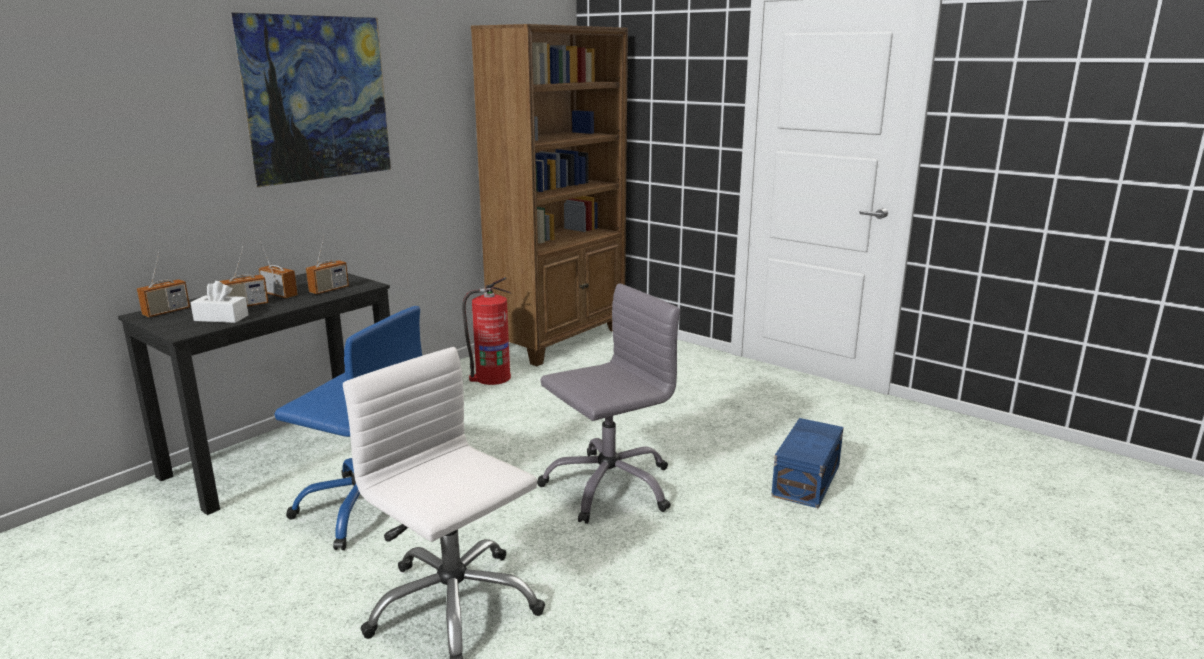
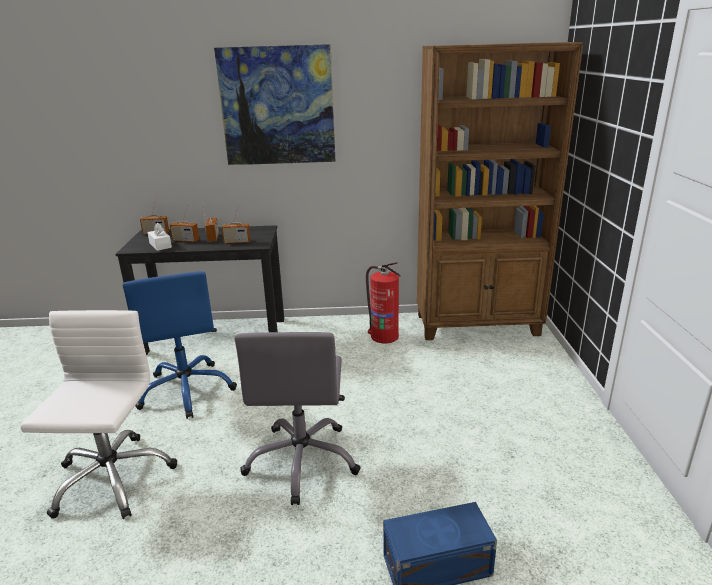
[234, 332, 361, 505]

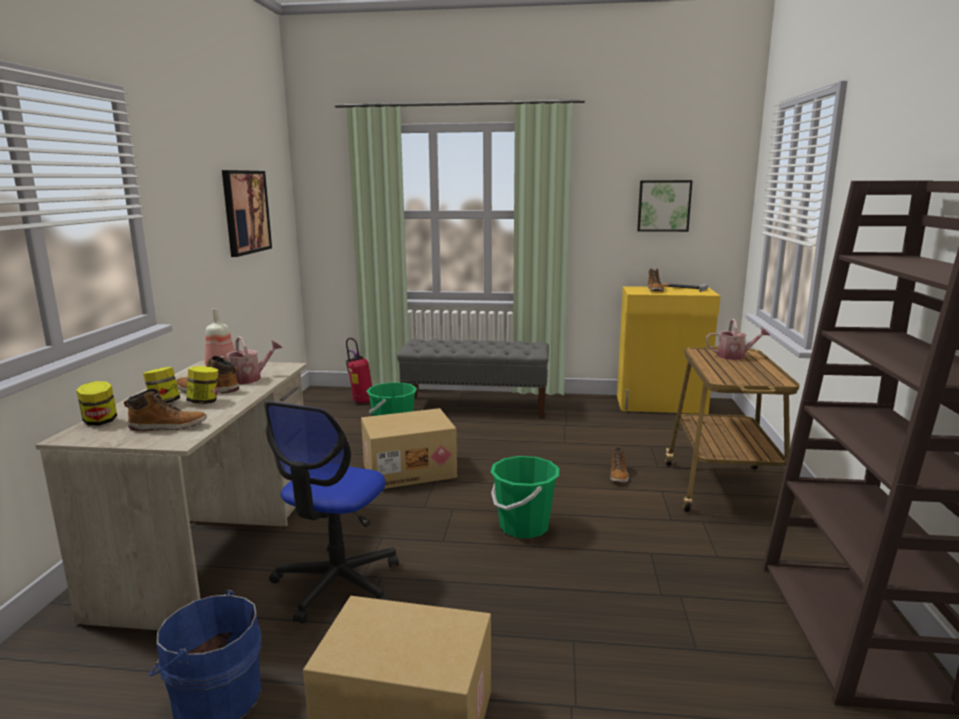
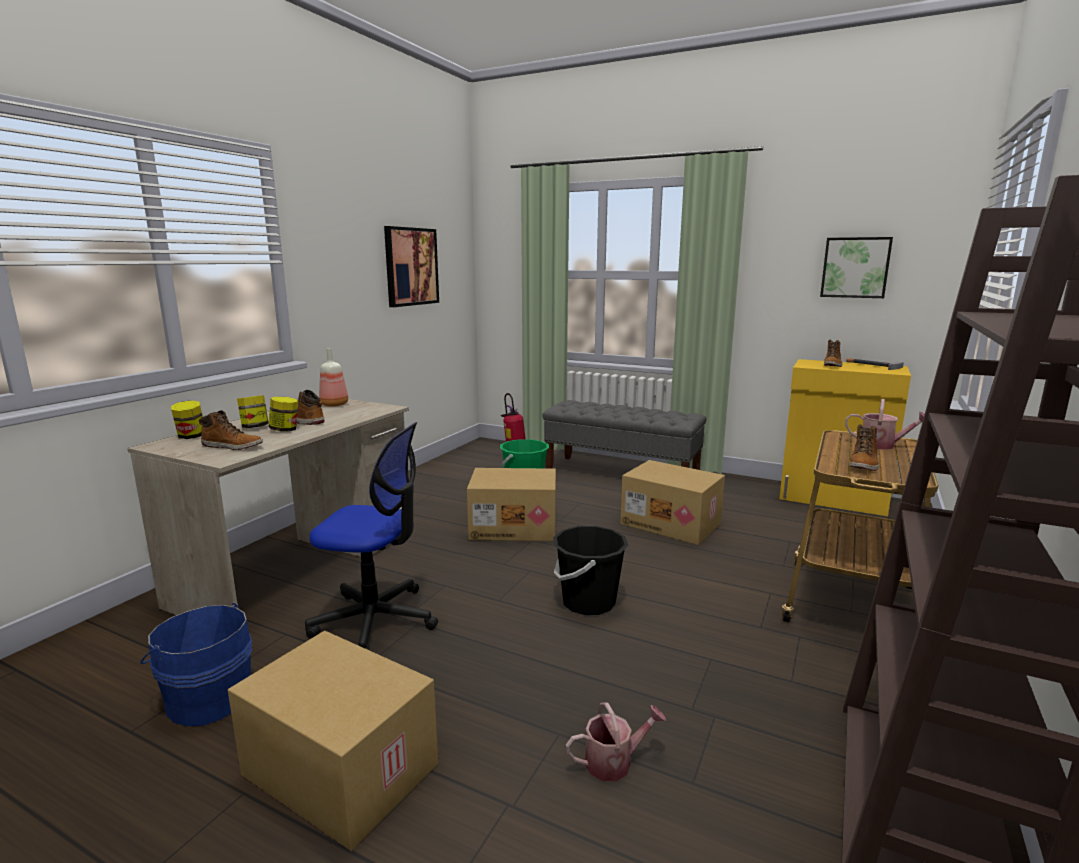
[620, 460, 725, 545]
[566, 702, 666, 781]
[849, 424, 879, 471]
[553, 526, 628, 615]
[305, 422, 438, 650]

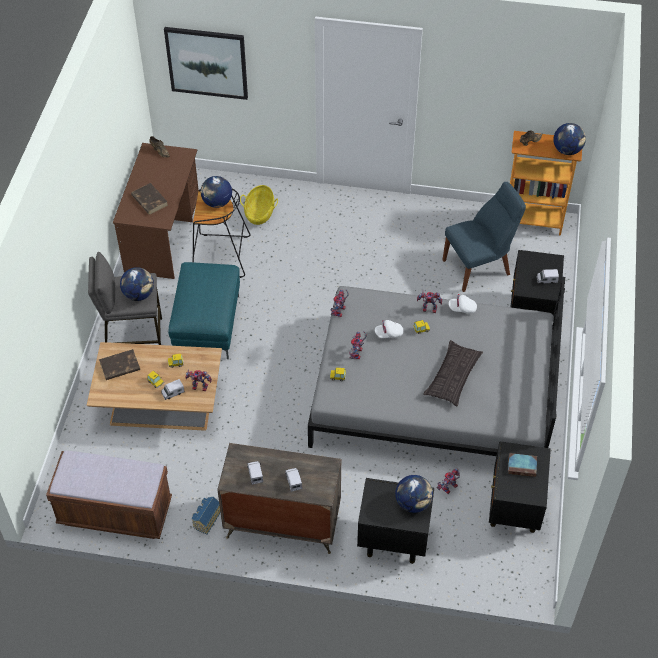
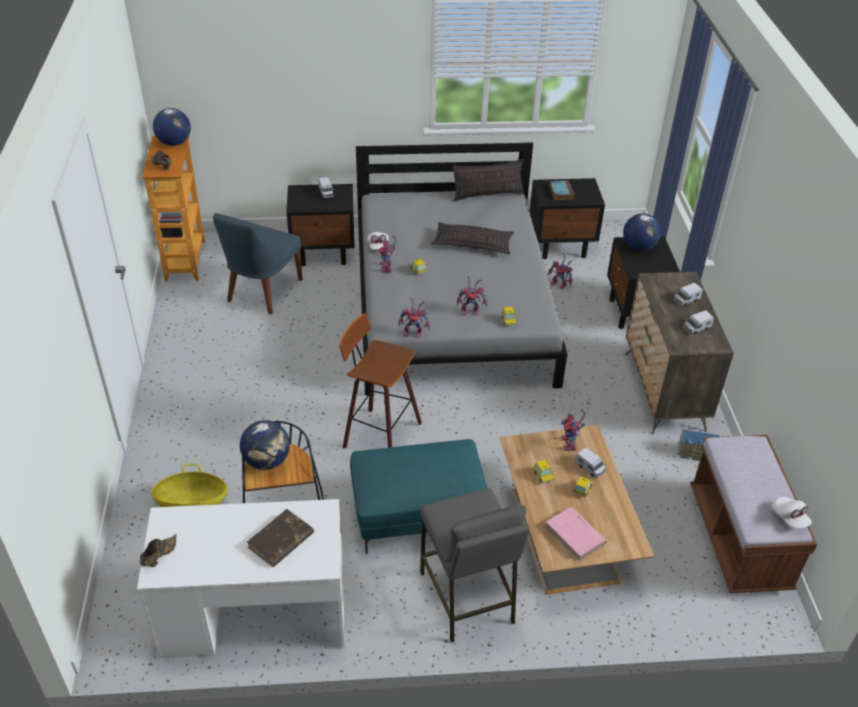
[120, 267, 154, 301] (first image)
[164, 27, 248, 100] (first image)
[339, 313, 422, 448]
[452, 159, 525, 201]
[772, 497, 812, 528]
[545, 507, 607, 561]
[137, 499, 345, 658]
[213, 213, 303, 314]

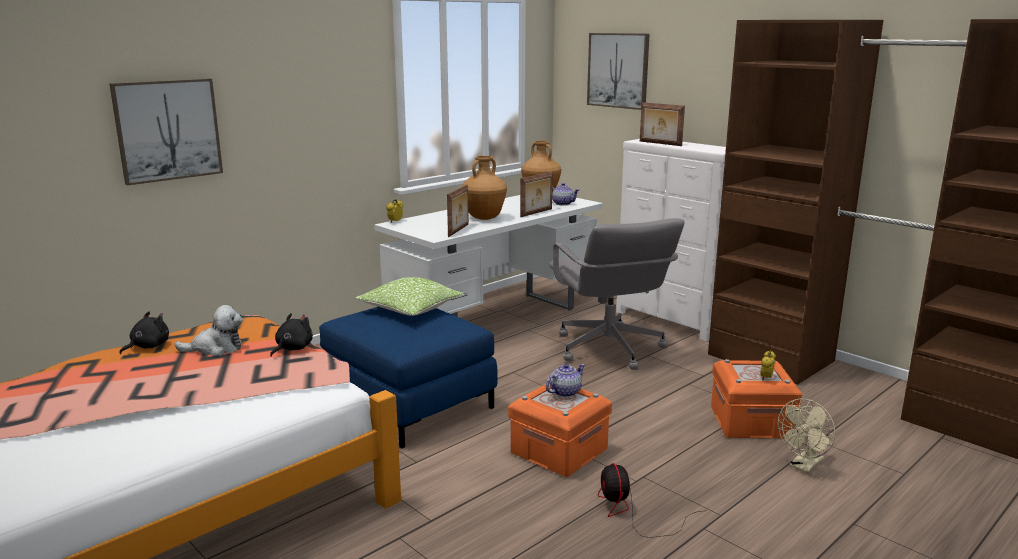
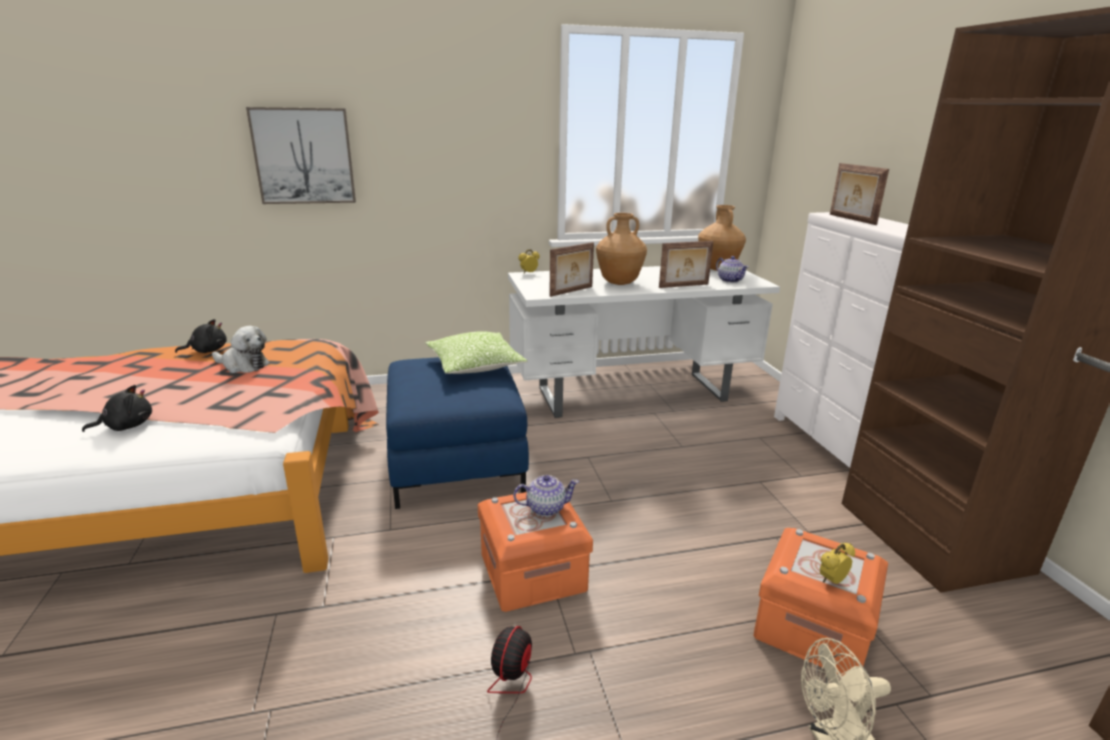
[549, 218, 684, 370] (first image)
[587, 33, 650, 110] (first image)
[82, 385, 152, 432]

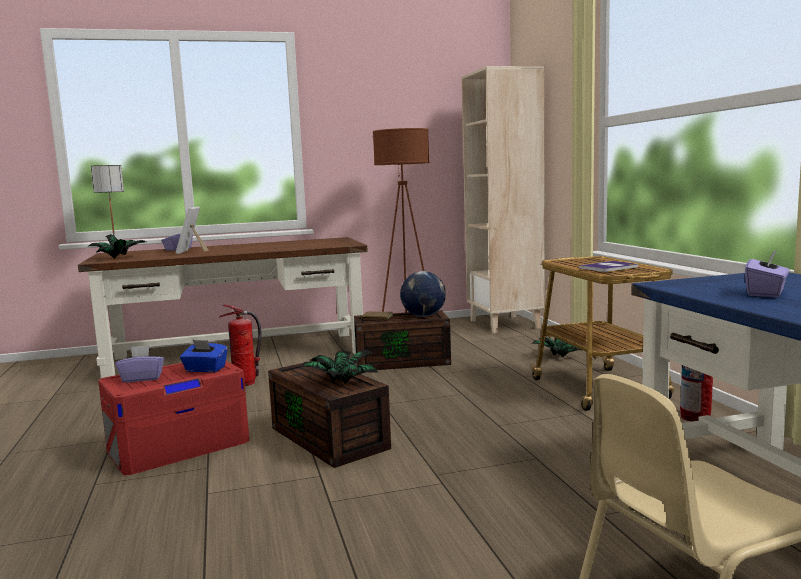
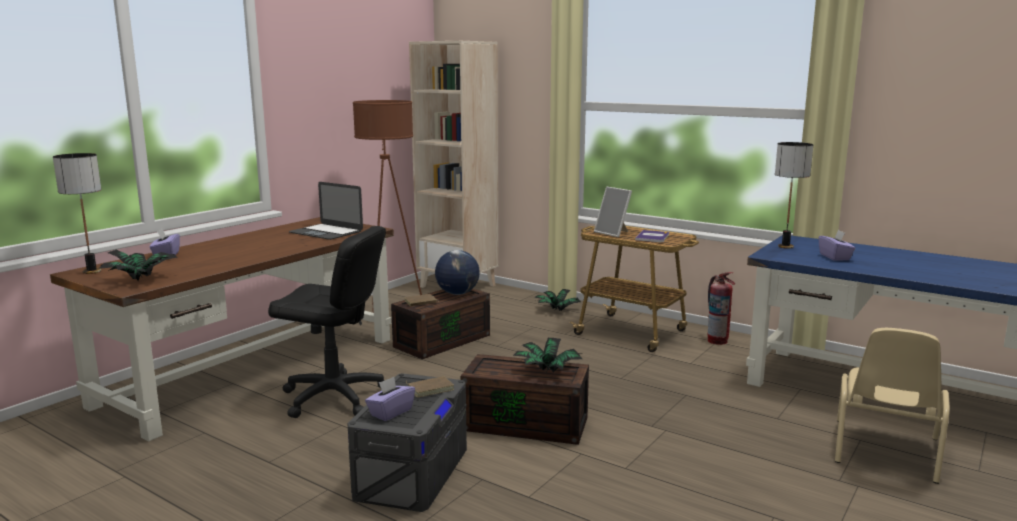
[289, 182, 363, 240]
[775, 142, 813, 249]
[594, 187, 632, 237]
[406, 376, 454, 398]
[268, 226, 386, 418]
[347, 373, 467, 512]

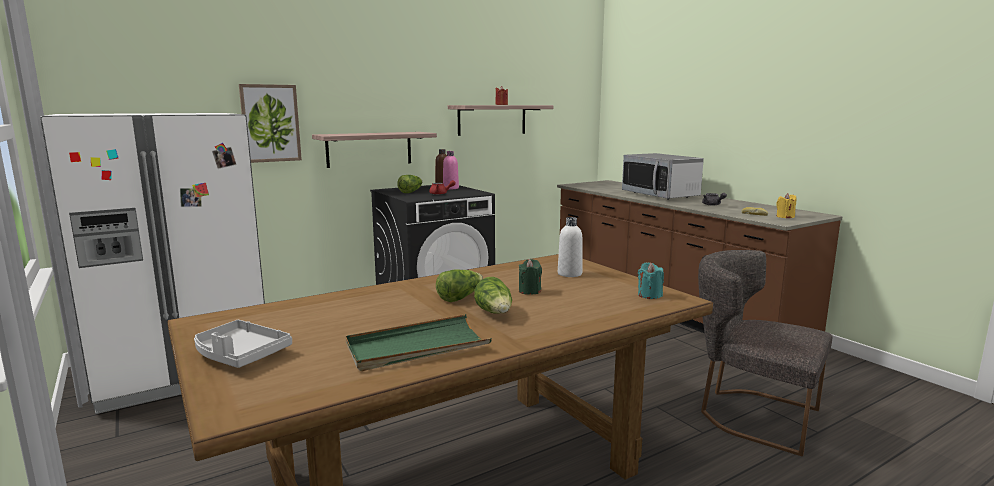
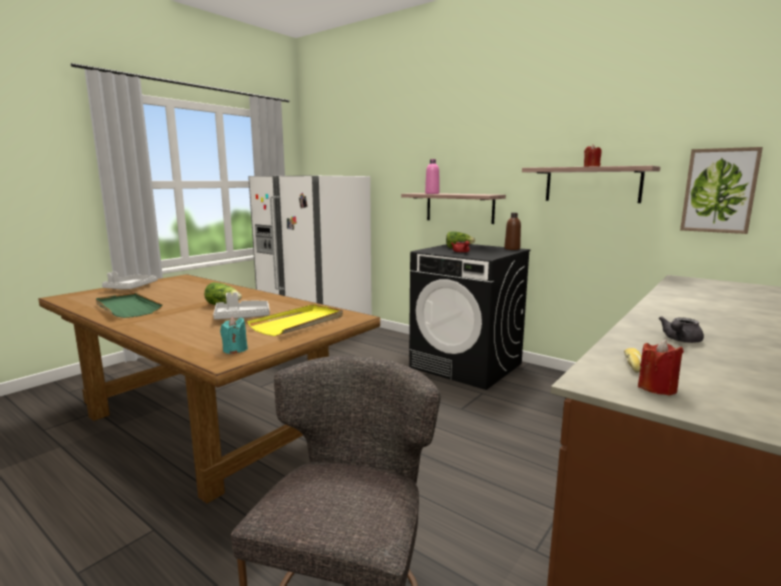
[474, 277, 512, 314] (first image)
[622, 153, 704, 199] (first image)
[680, 147, 763, 234]
[425, 159, 440, 194]
[213, 292, 270, 320]
[247, 304, 343, 336]
[638, 339, 684, 396]

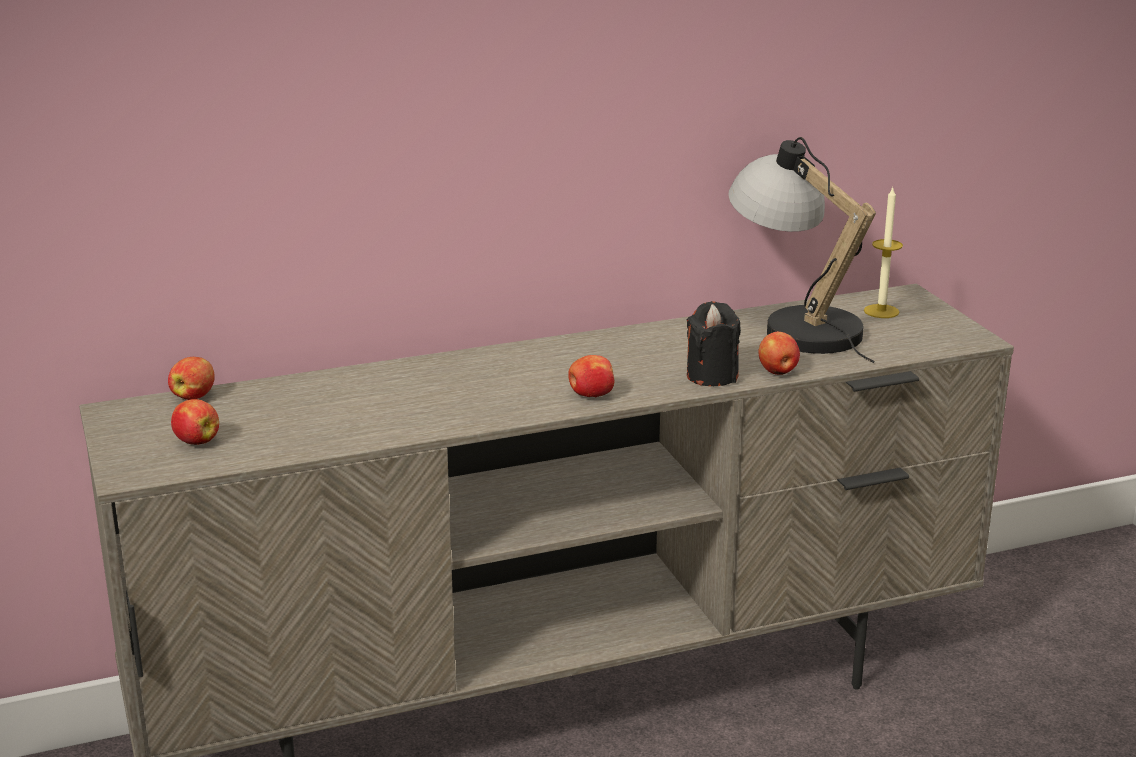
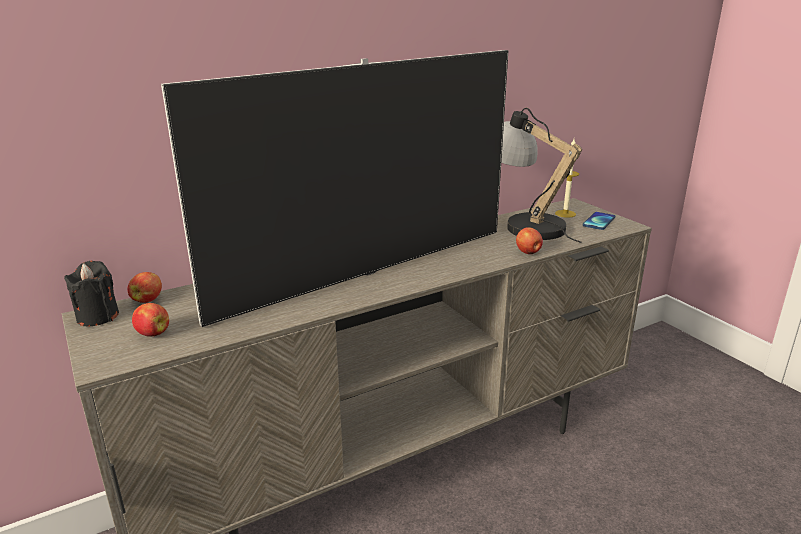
[568, 355, 614, 397] (first image)
[161, 50, 508, 327]
[583, 212, 615, 230]
[64, 261, 119, 326]

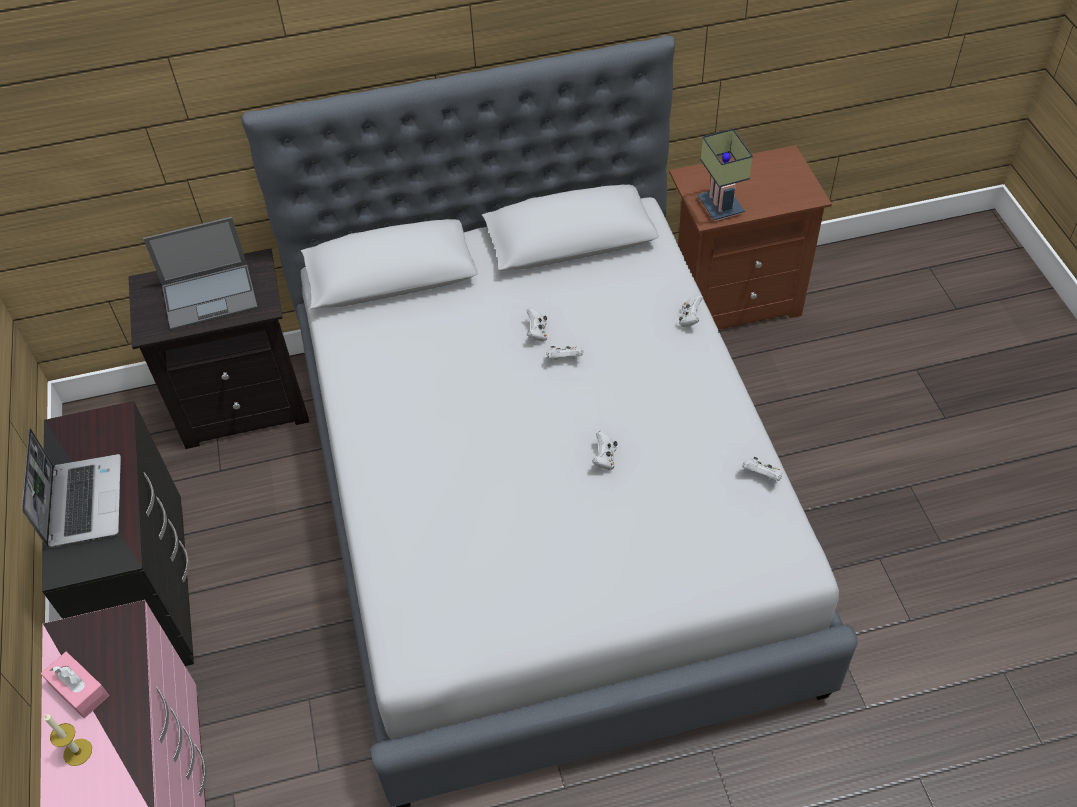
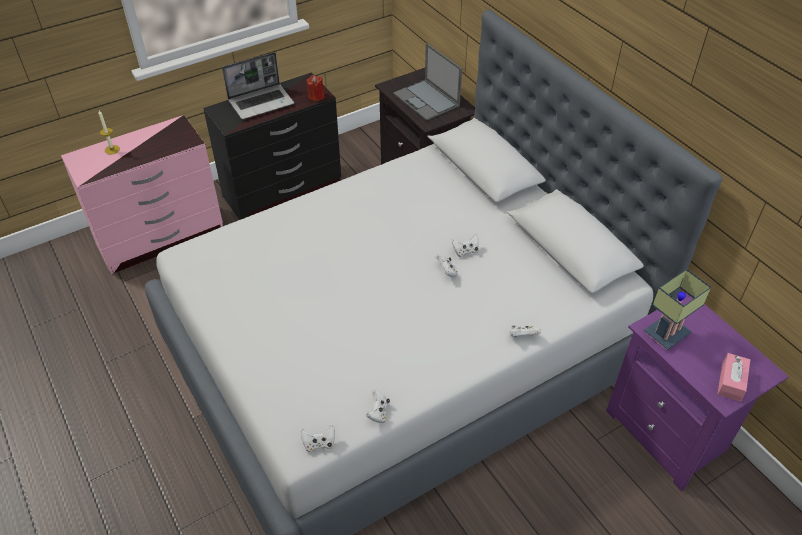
[307, 75, 324, 101]
[718, 353, 750, 401]
[301, 425, 335, 452]
[606, 294, 789, 491]

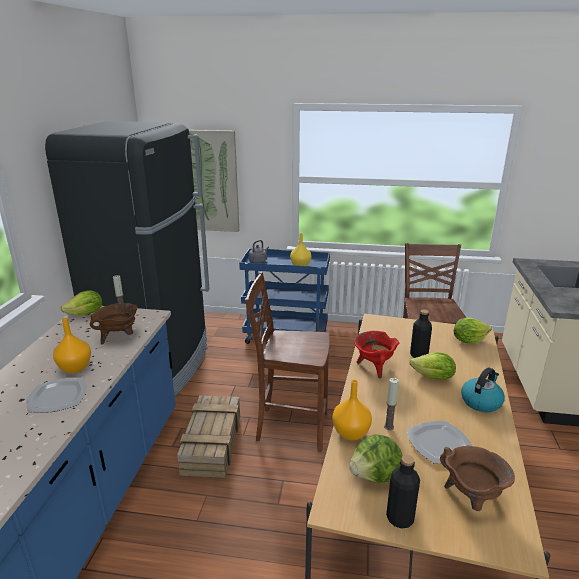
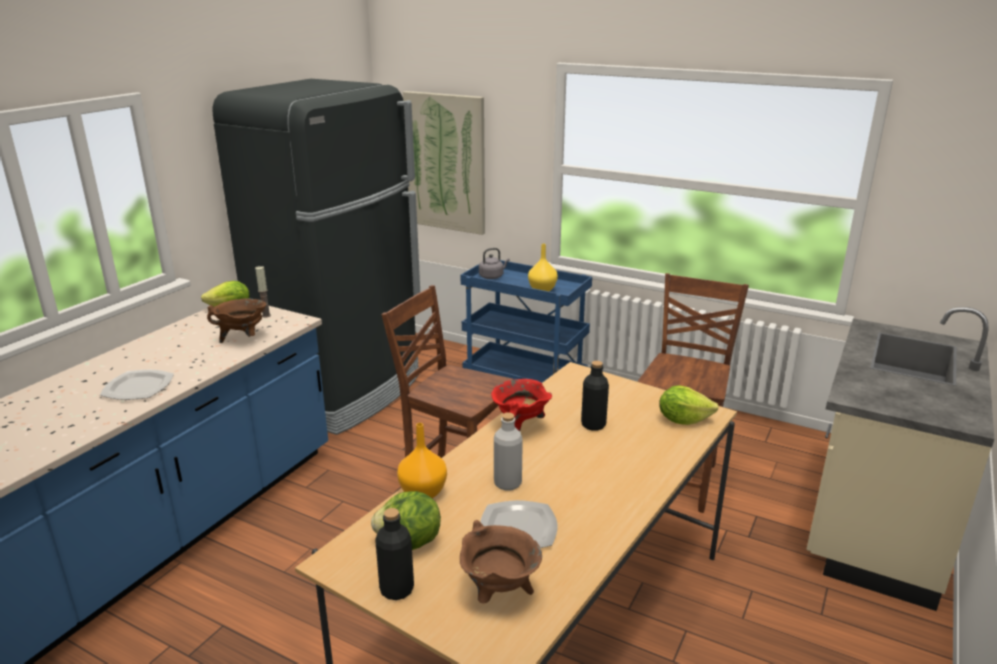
[53, 317, 91, 373] (first image)
[177, 395, 240, 478] (first image)
[384, 378, 399, 430] (first image)
[409, 352, 456, 380] (first image)
[461, 367, 505, 412] (first image)
[494, 412, 523, 491]

